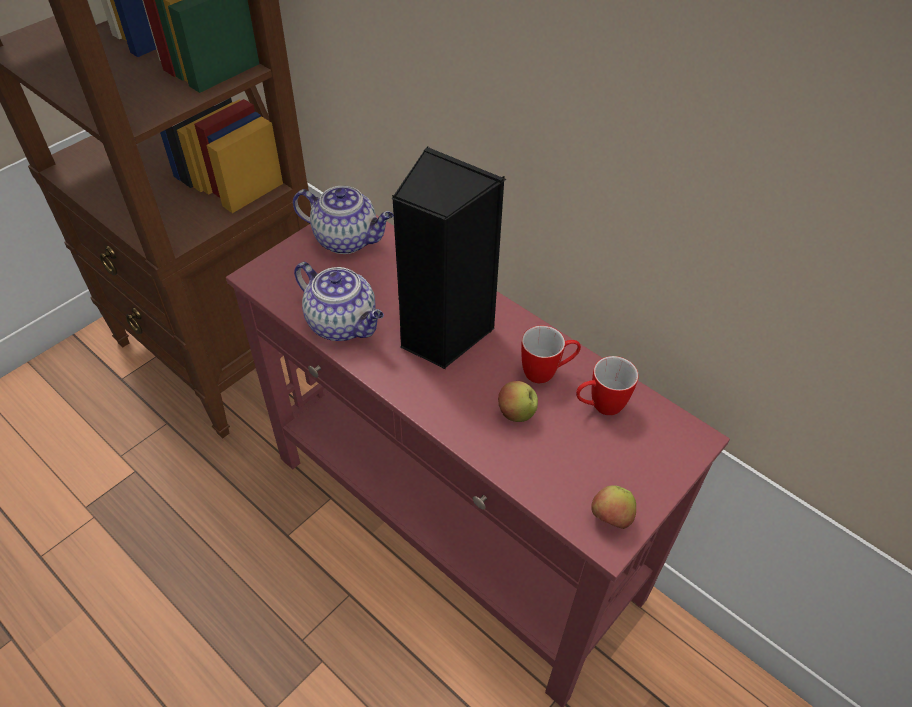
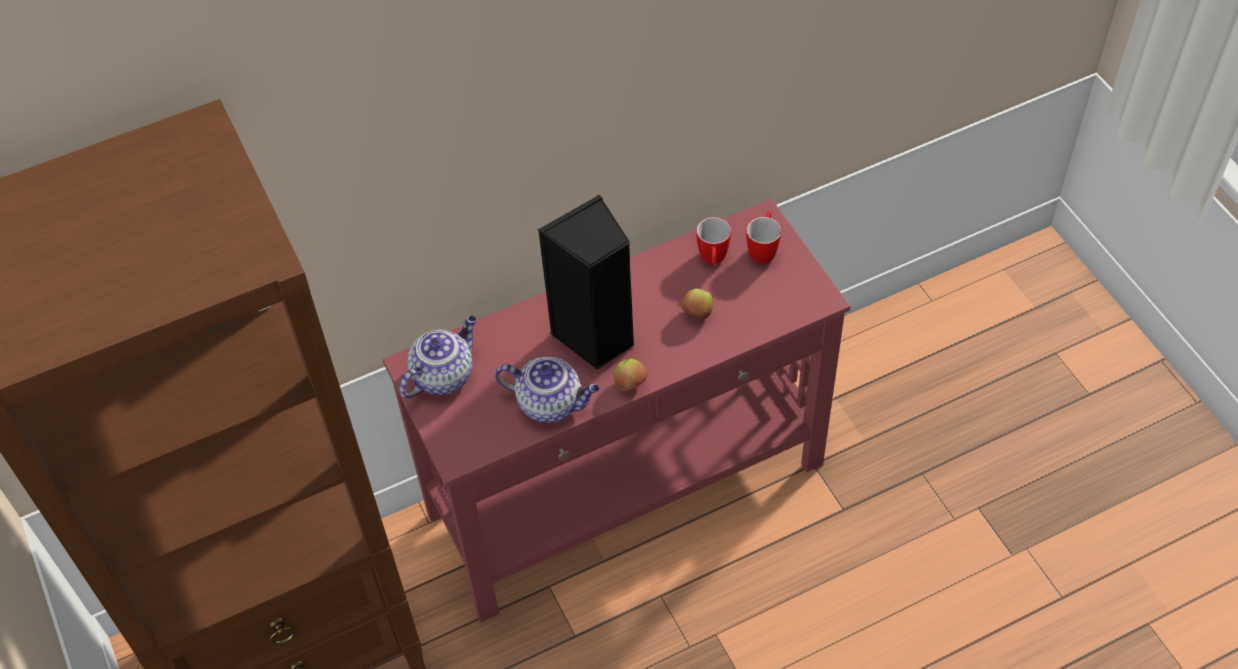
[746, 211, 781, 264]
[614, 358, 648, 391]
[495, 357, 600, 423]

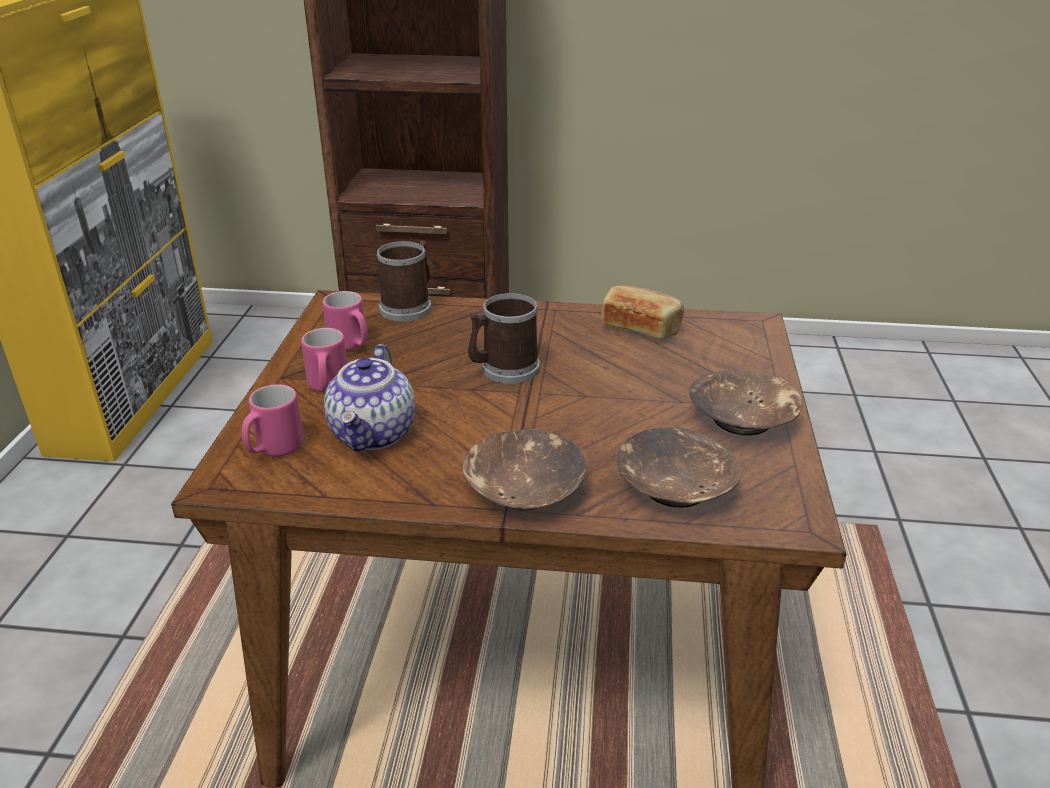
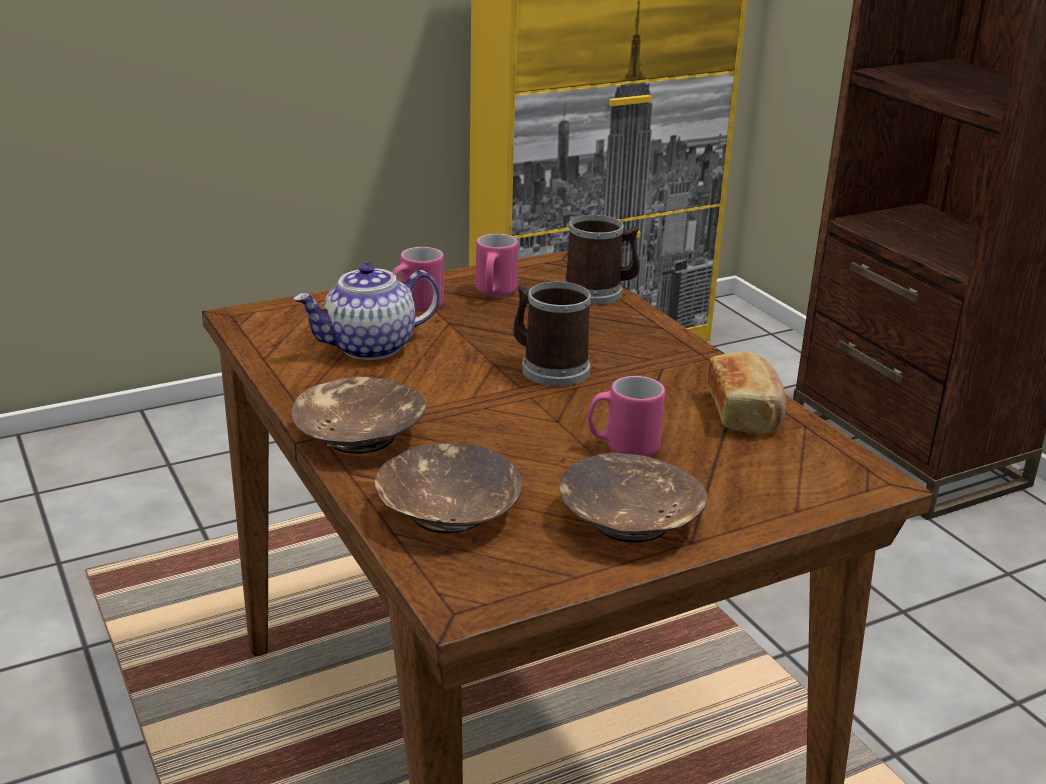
[588, 376, 665, 457]

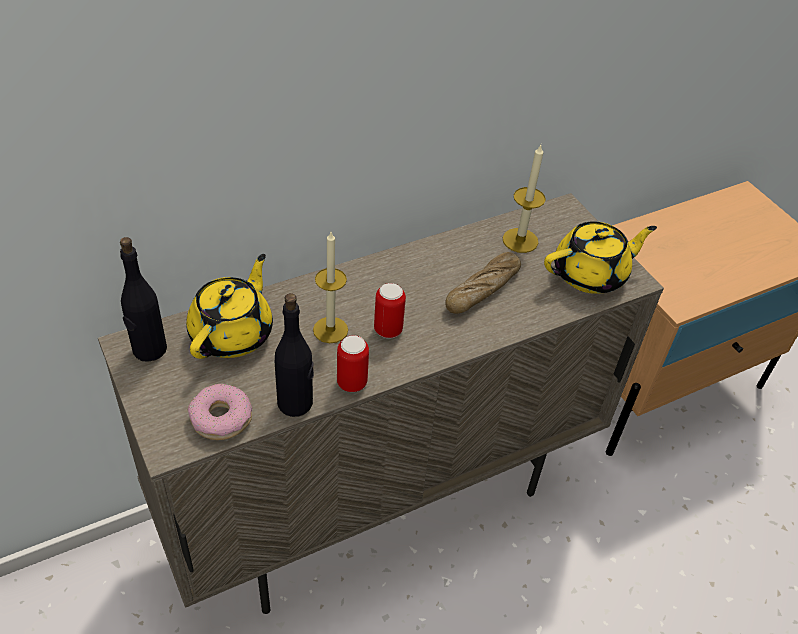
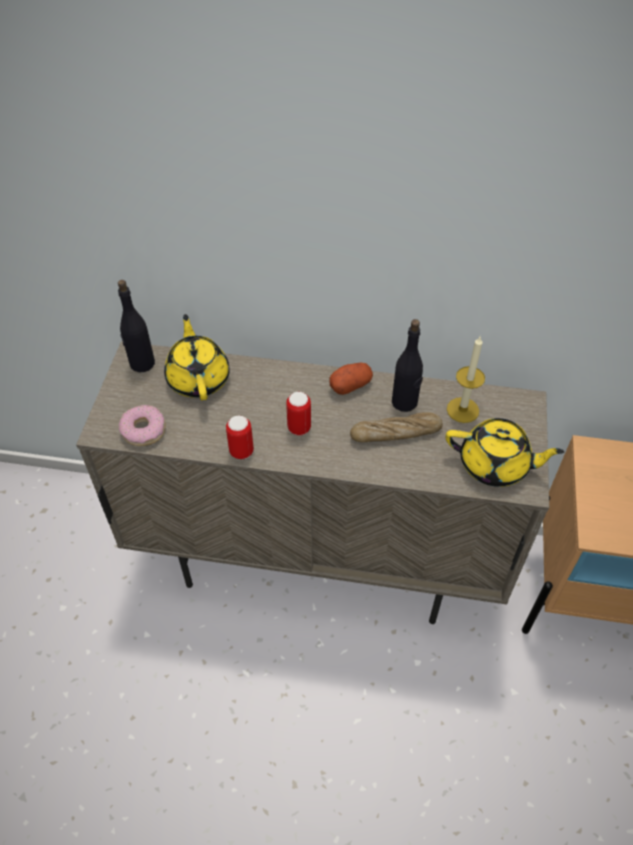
[313, 232, 348, 343] (first image)
[330, 363, 373, 395]
[392, 319, 423, 412]
[164, 314, 230, 401]

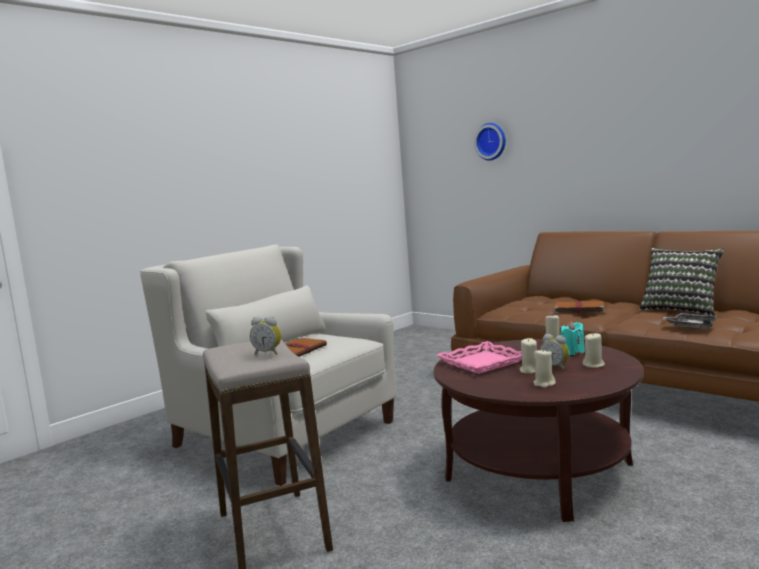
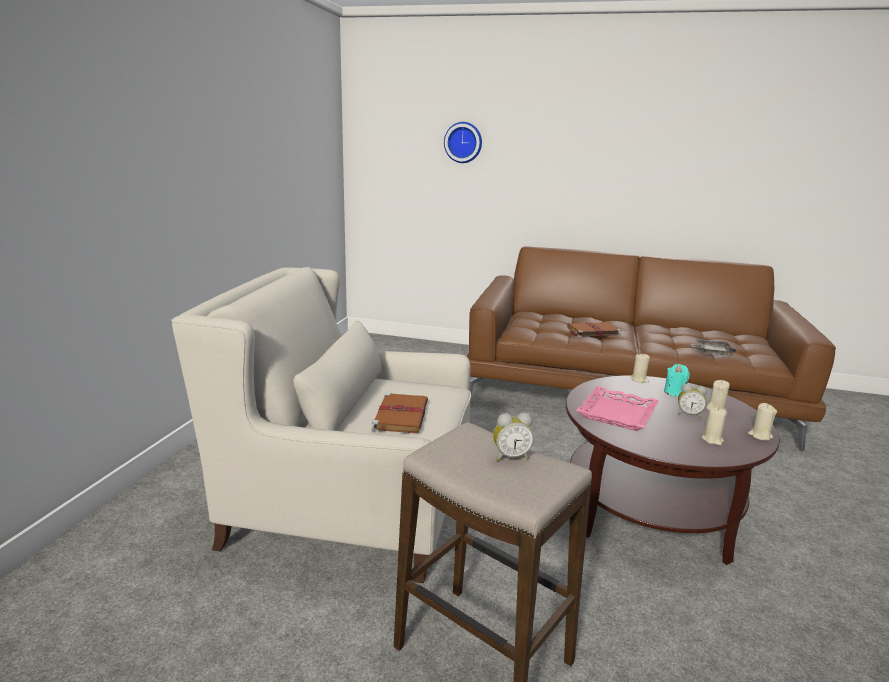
[639, 248, 724, 316] (first image)
[748, 403, 777, 440]

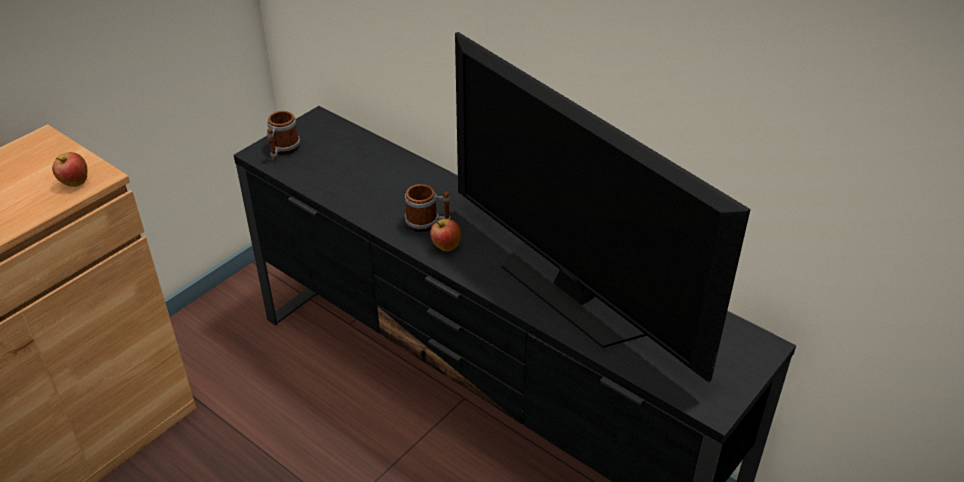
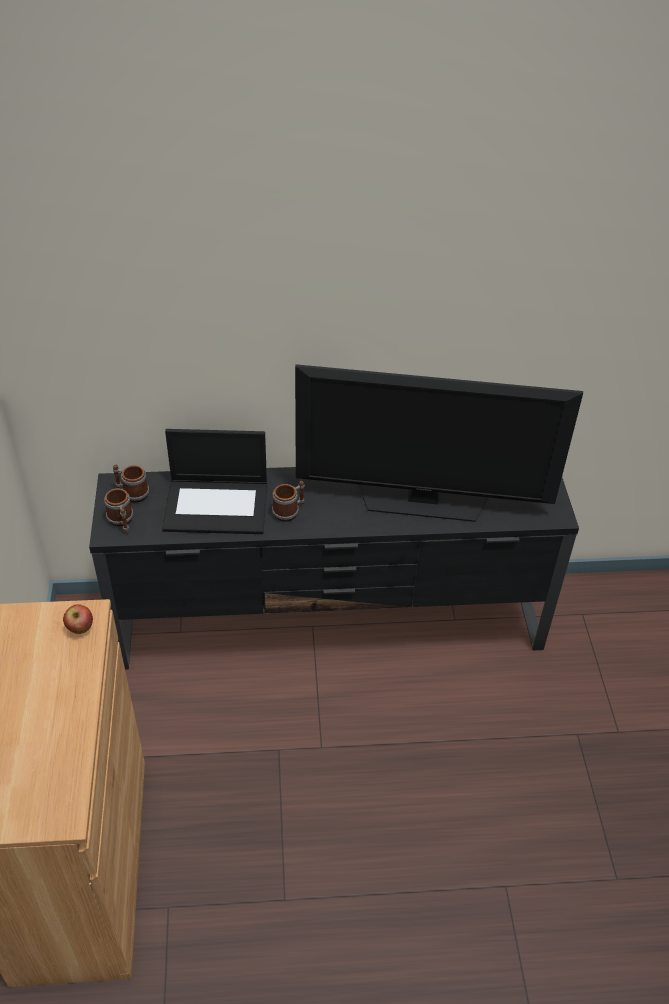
[430, 219, 461, 251] (first image)
[113, 465, 149, 502]
[162, 429, 267, 534]

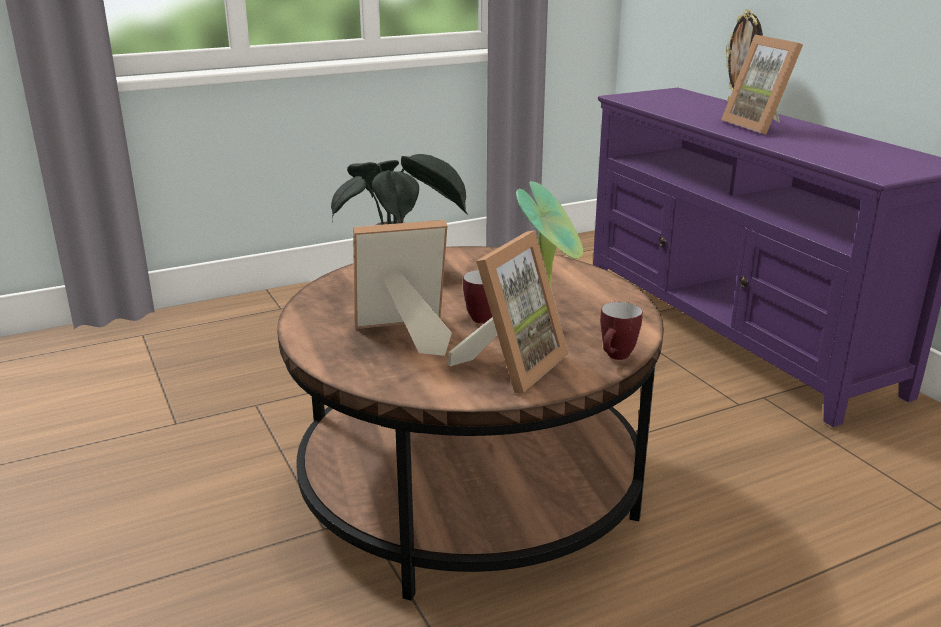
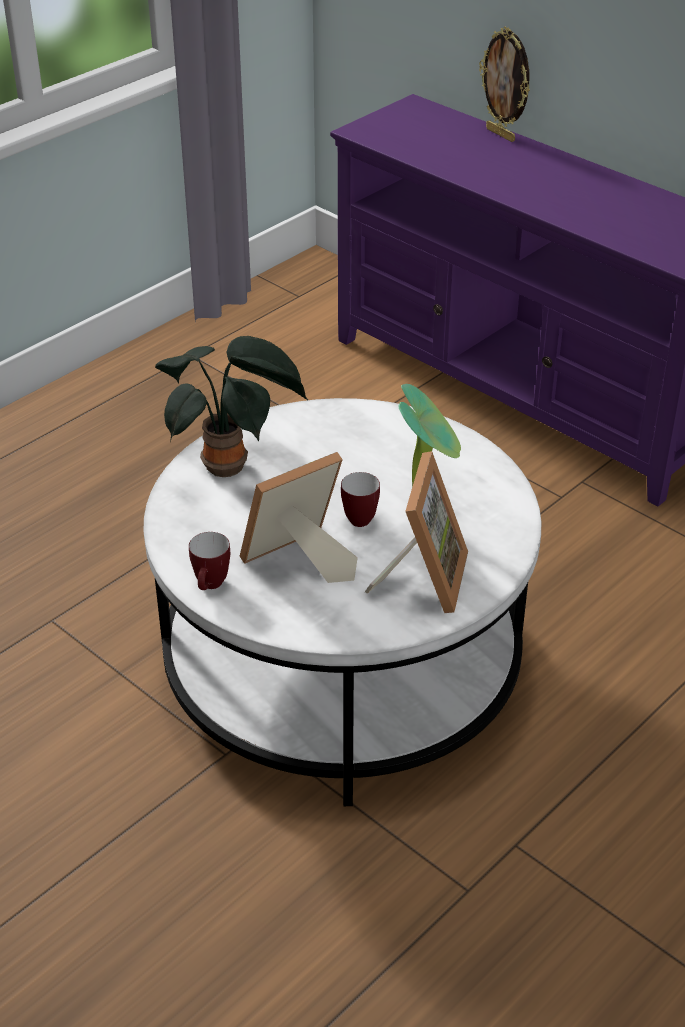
[721, 34, 803, 135] (first image)
[189, 532, 230, 590]
[144, 398, 541, 806]

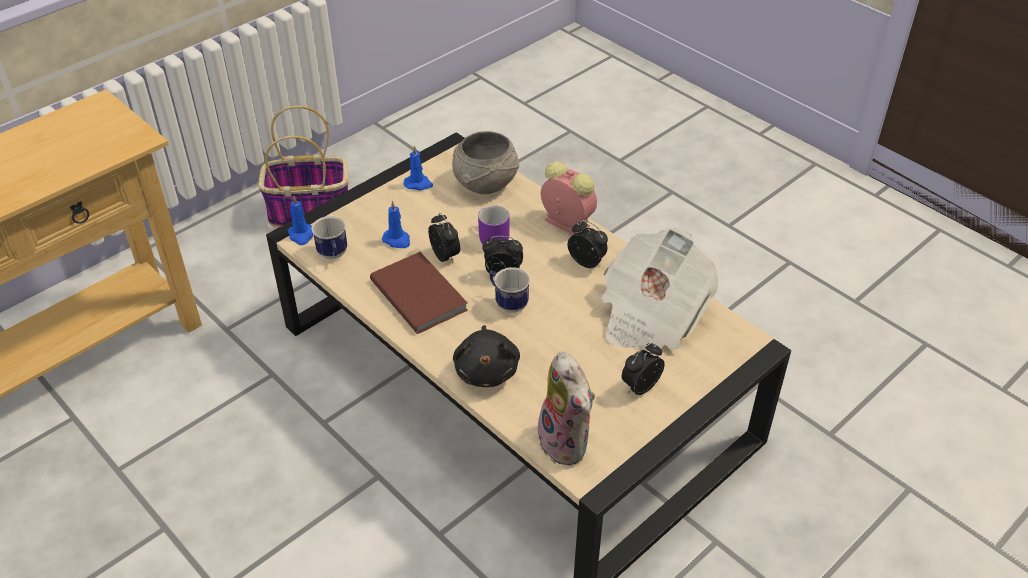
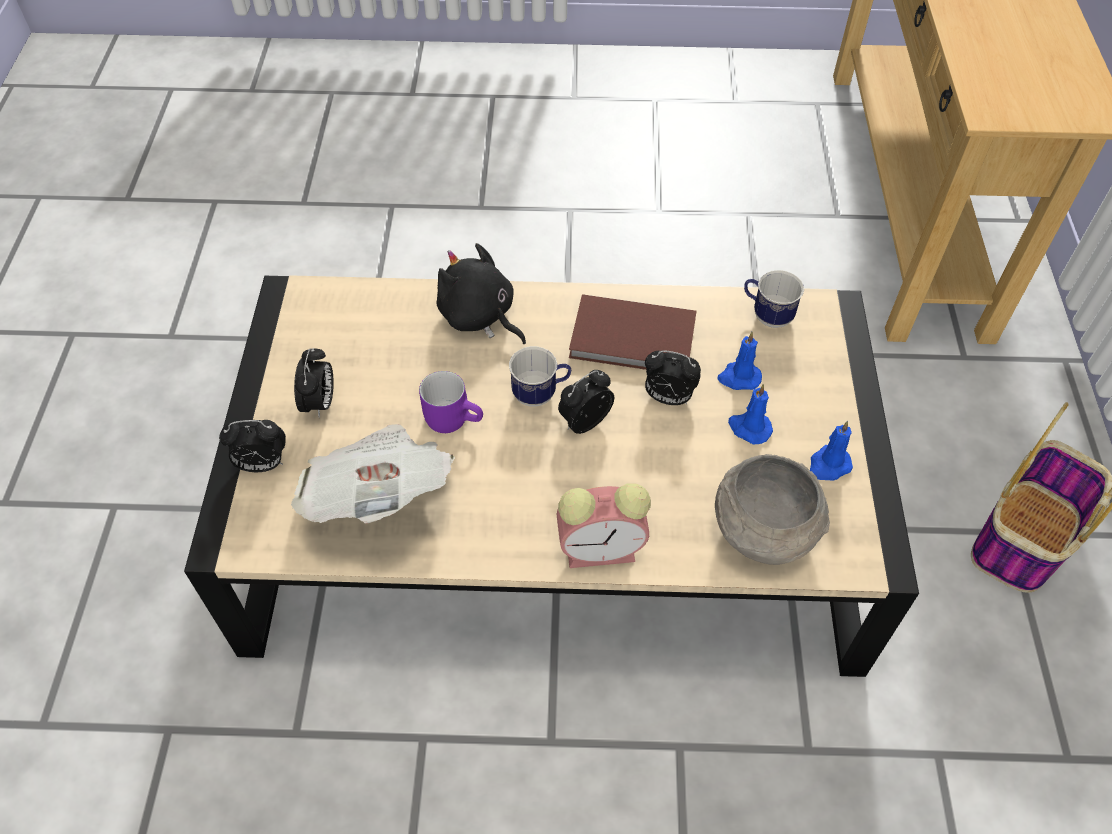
[538, 351, 595, 465] (first image)
[728, 384, 773, 444]
[419, 371, 483, 433]
[219, 420, 286, 472]

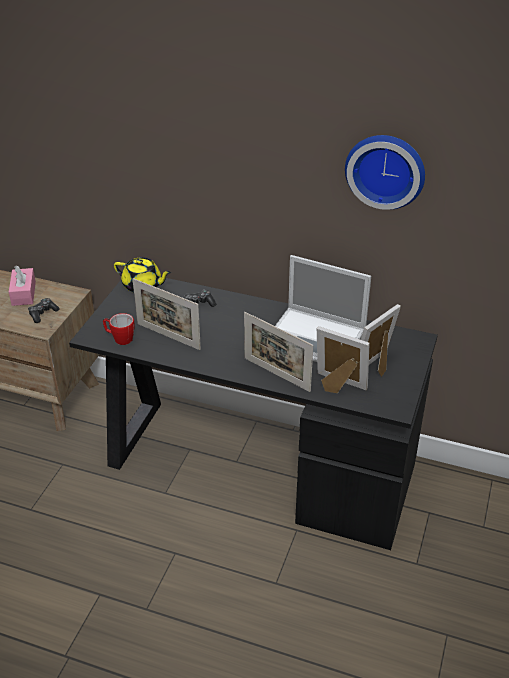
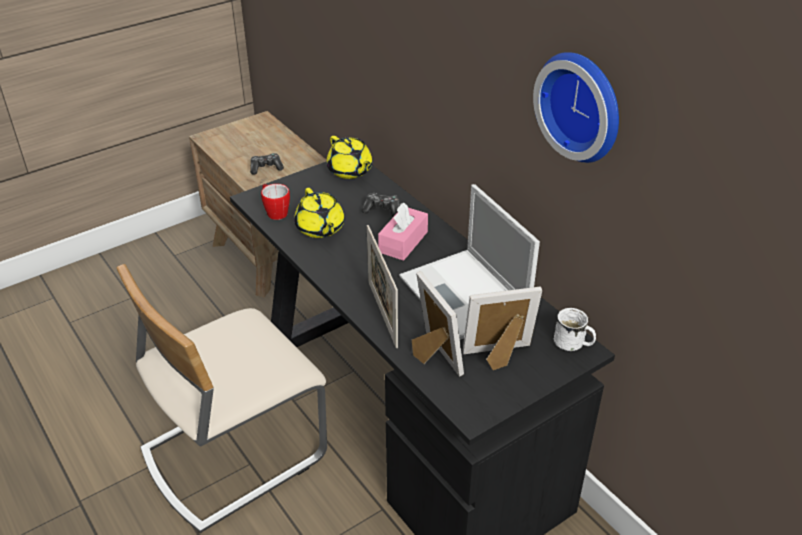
[117, 264, 327, 533]
[554, 308, 596, 351]
[378, 203, 428, 261]
[294, 188, 345, 238]

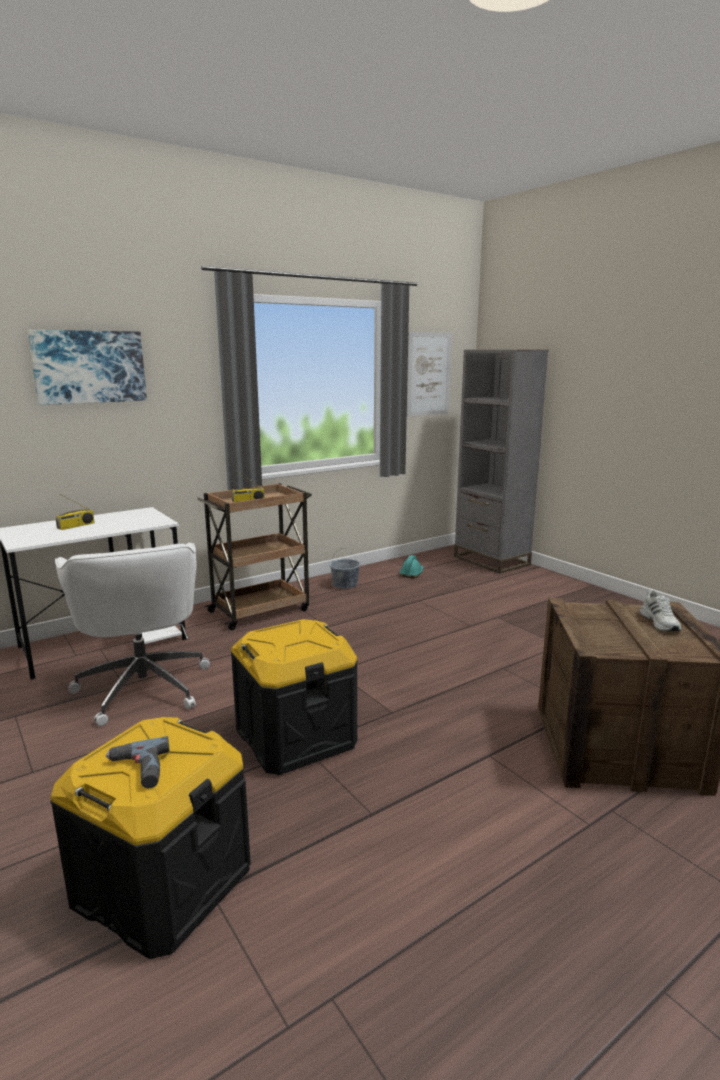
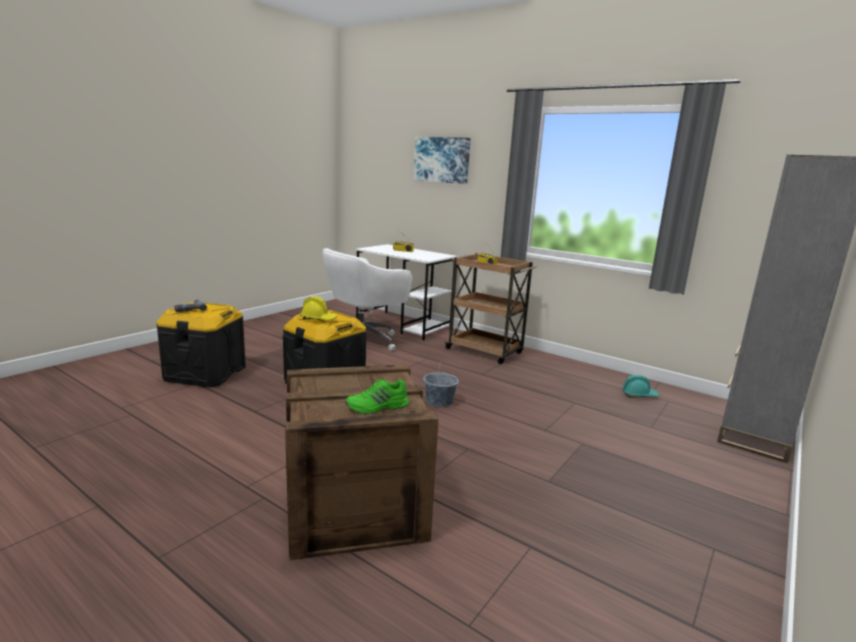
[407, 332, 452, 417] (first image)
[300, 296, 337, 320]
[423, 361, 459, 407]
[346, 379, 409, 414]

